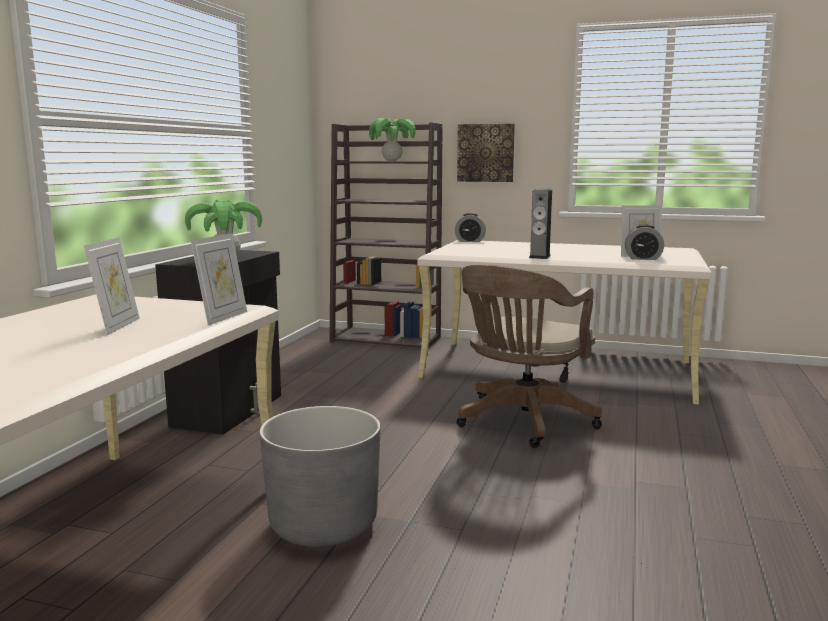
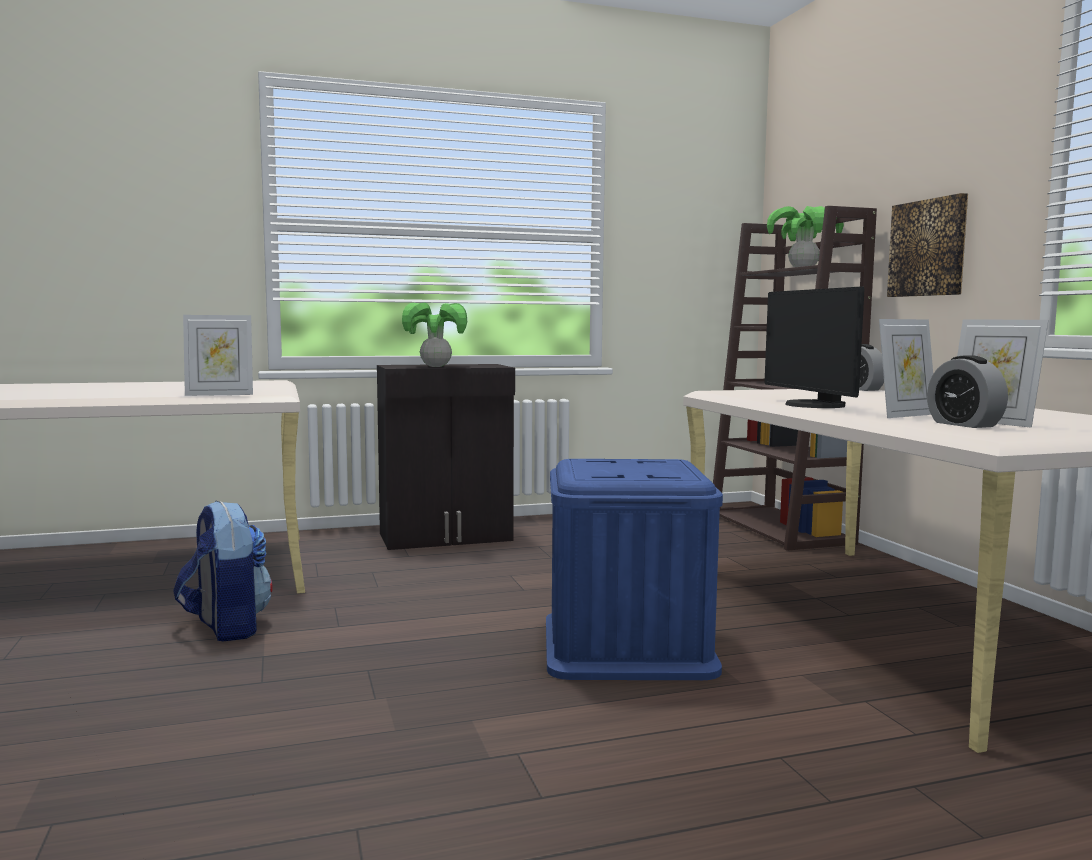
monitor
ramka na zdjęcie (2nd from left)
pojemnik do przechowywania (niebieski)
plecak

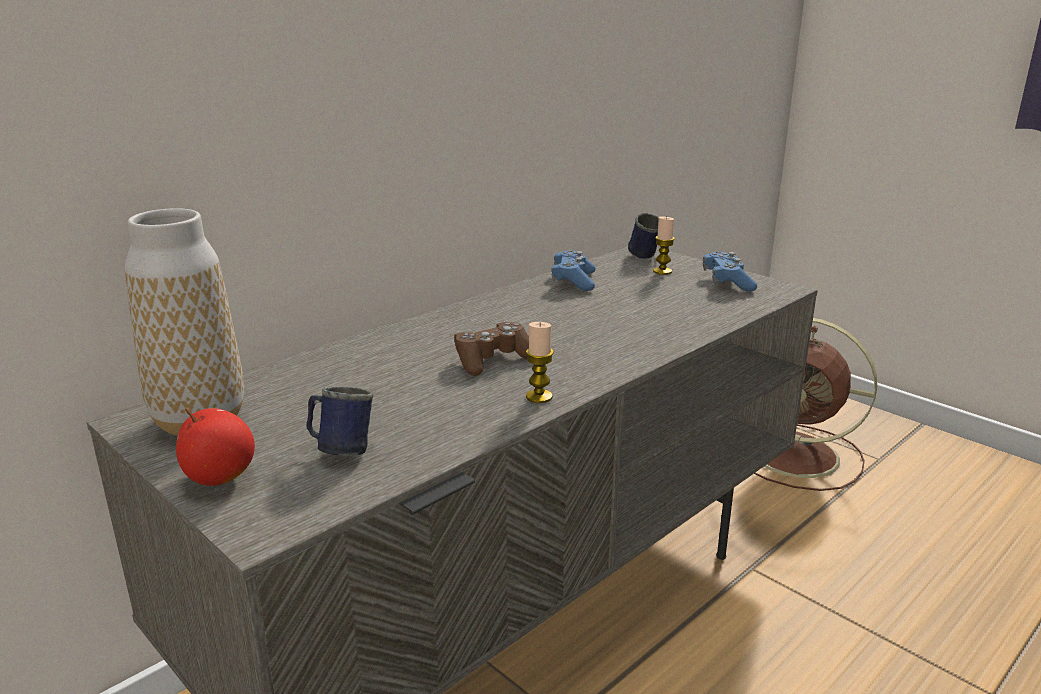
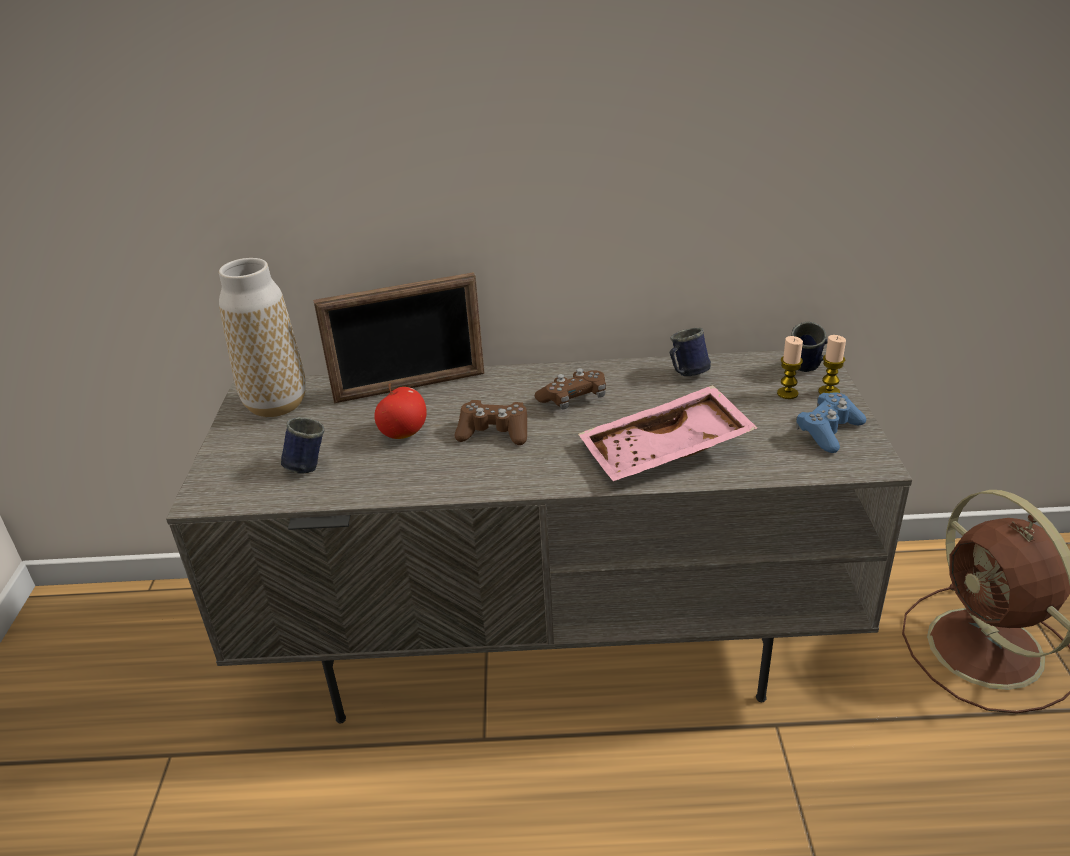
kubek (niebieski) (2nd from left)
świeca (2nd from left)
jabłko
ramka na zdjęcie
pad do gier (brązowy) (2nd from left)
taca (różowy)

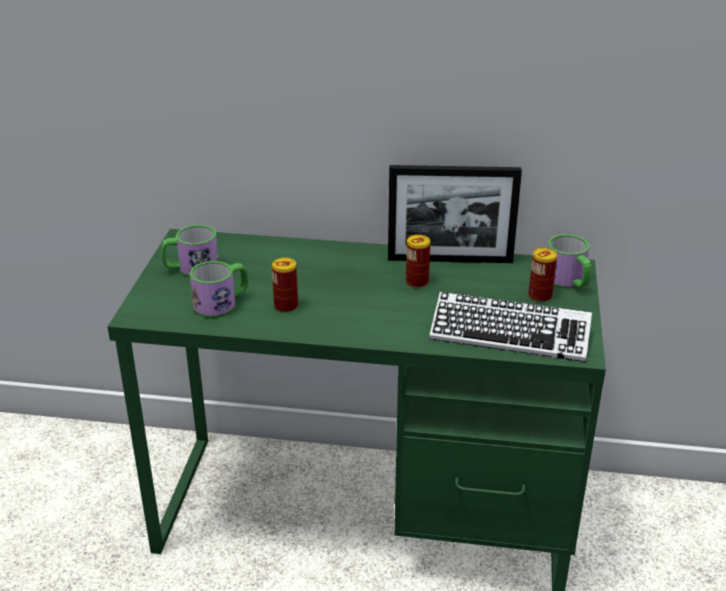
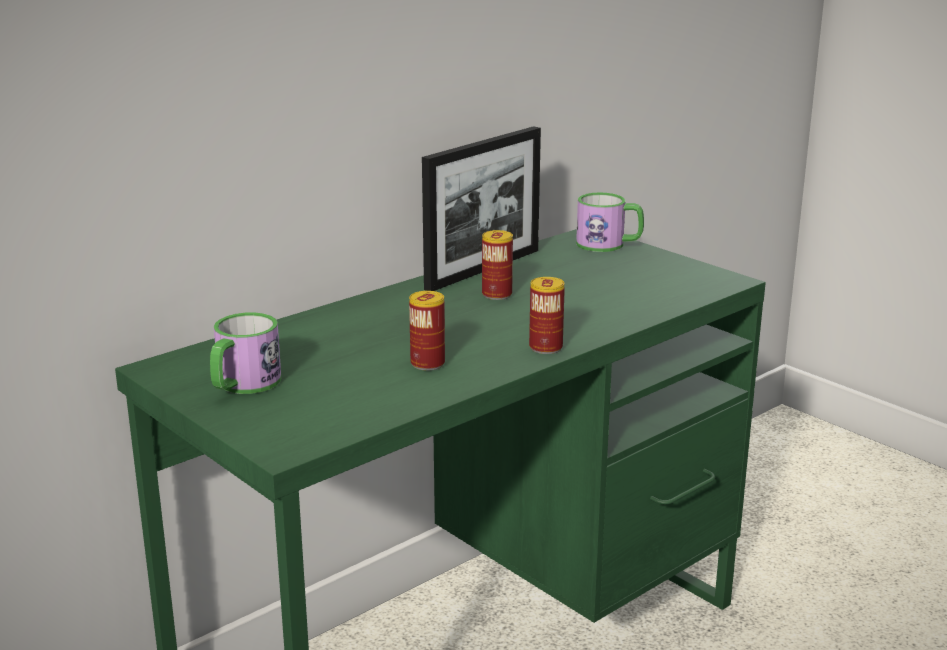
puszka (3rd from left)
kubek (2nd from left in the first image)
klawiatura

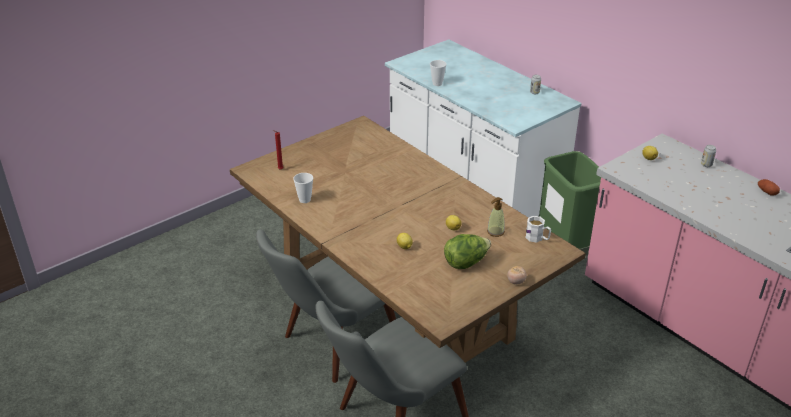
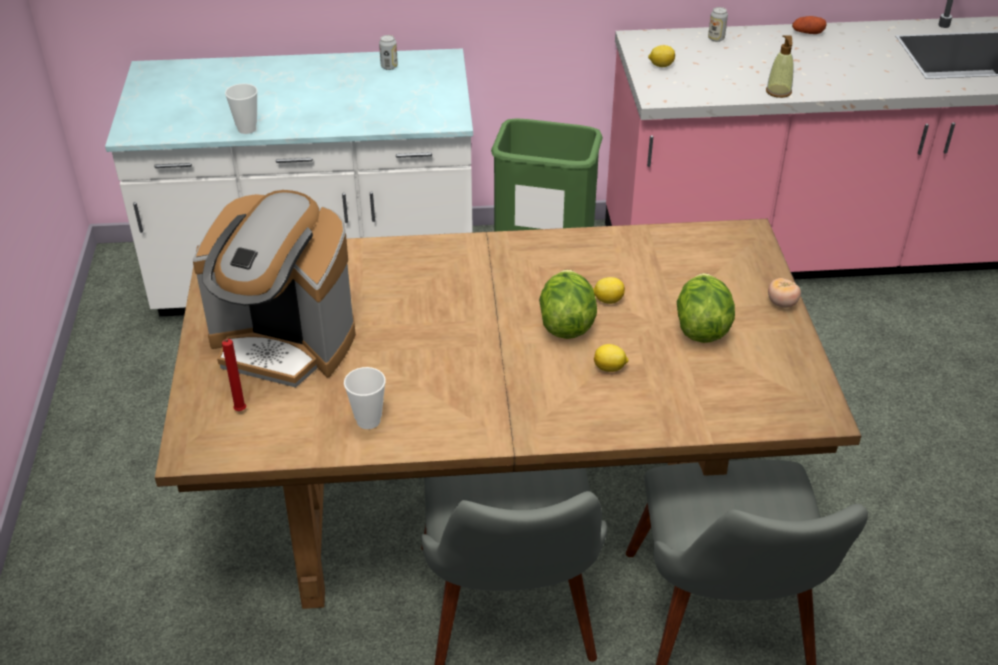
dozownik mydła
kubek (biały)
ekspres do kawy
sałata (1st from left)

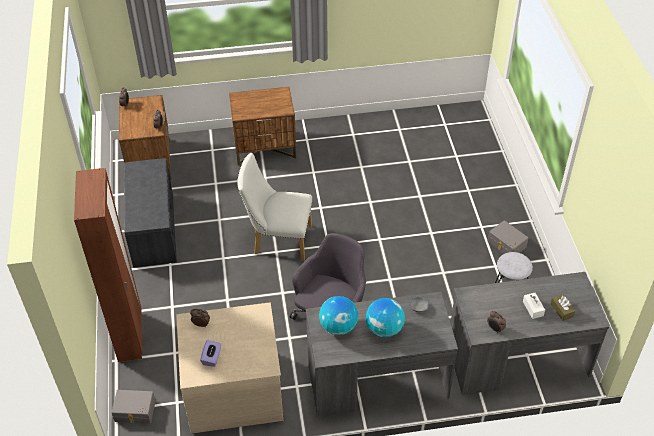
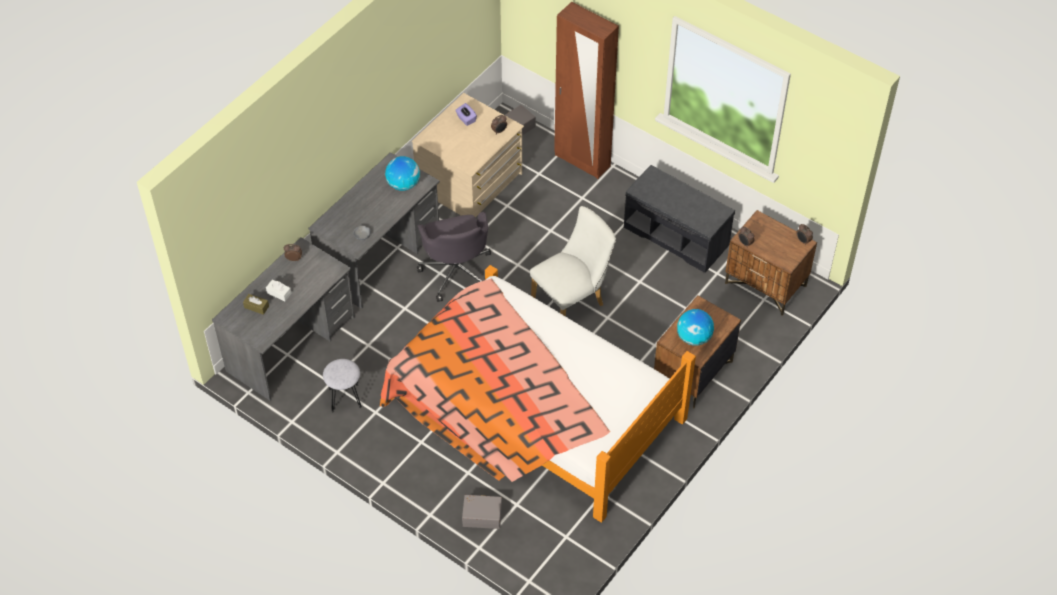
pojemnik do przechowywania (szary) (1st from left)
globus (2nd from left)
łóżko

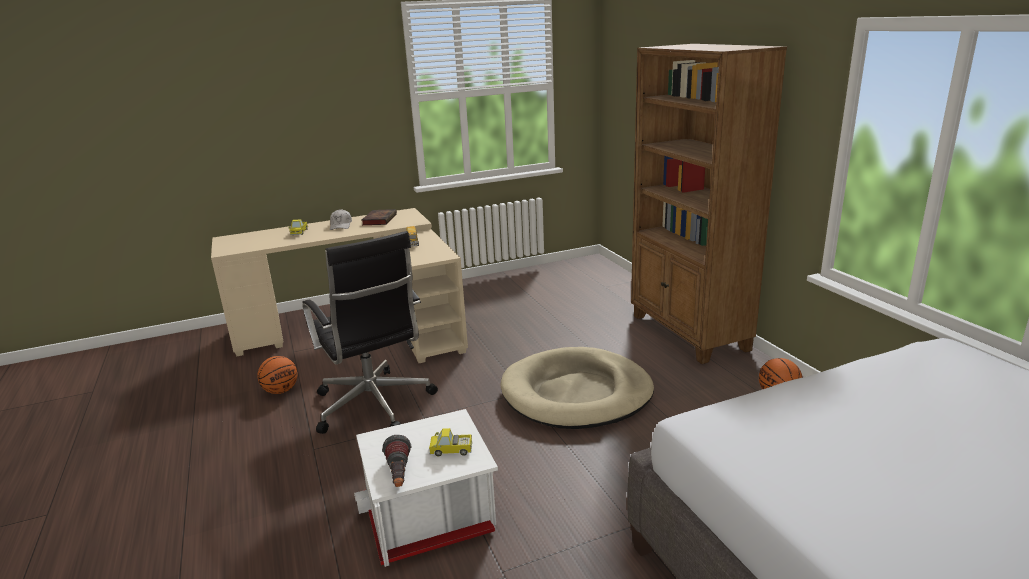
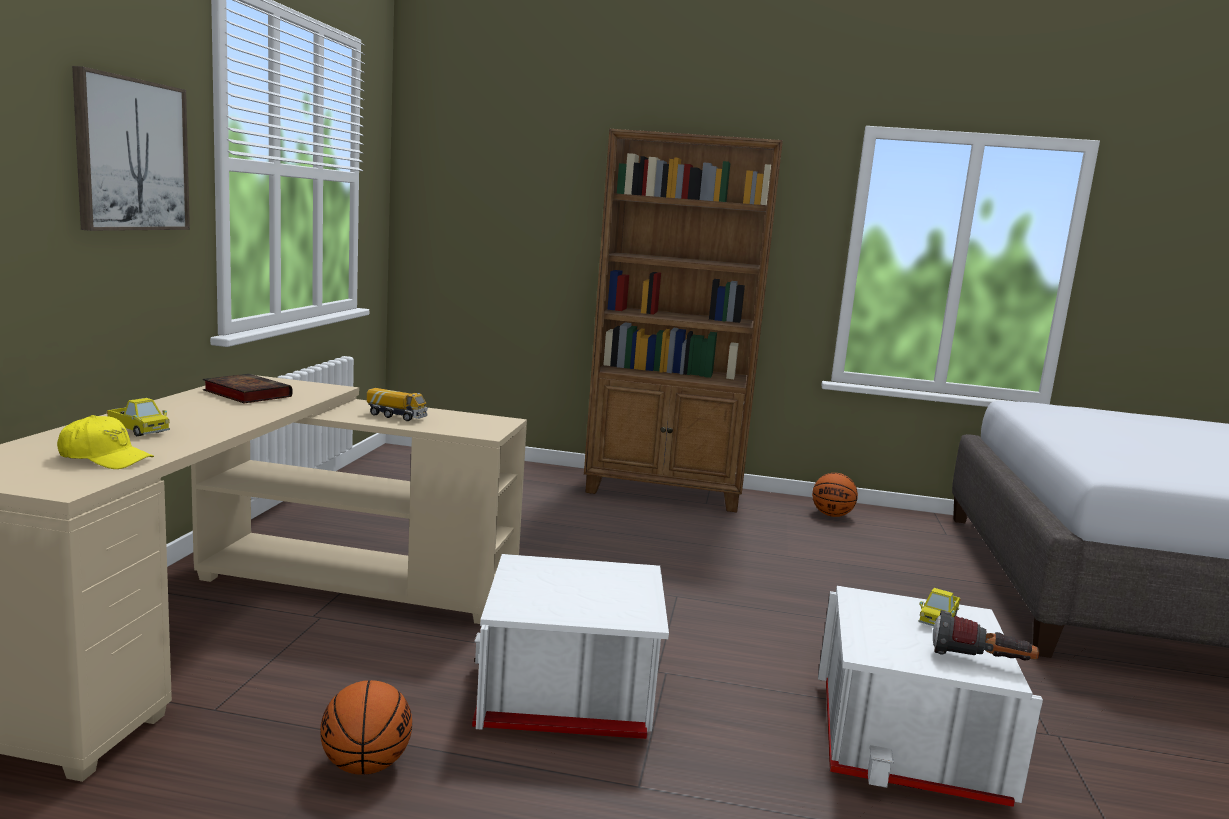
czapka z daszkiem (biały)
pojemnik do przechowywania (biały) (1st from left)
legowisko (beżowy)
obraz
czapka z daszkiem (żółty)

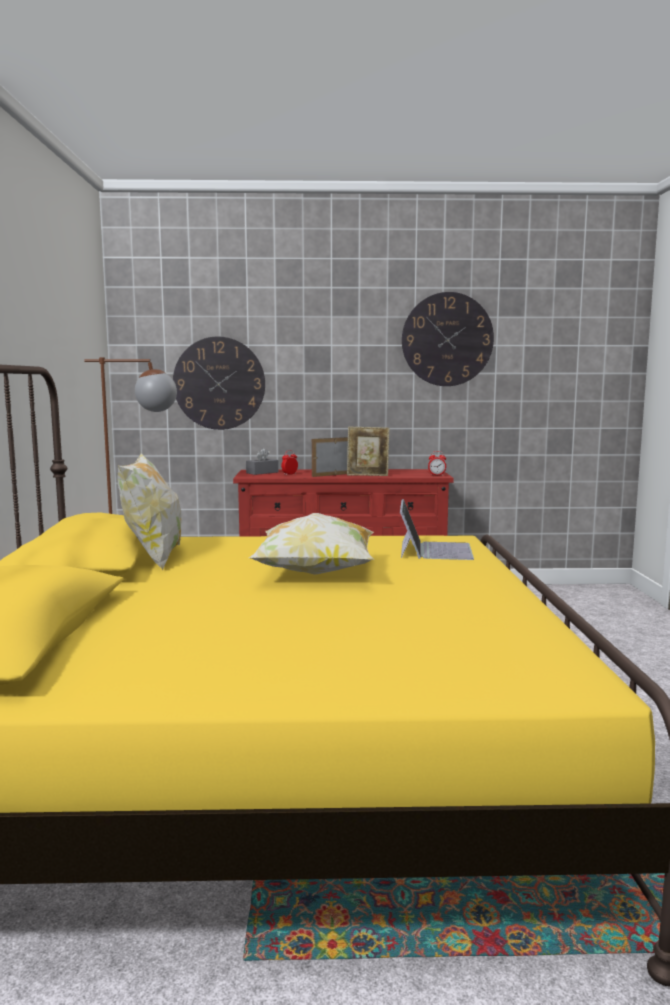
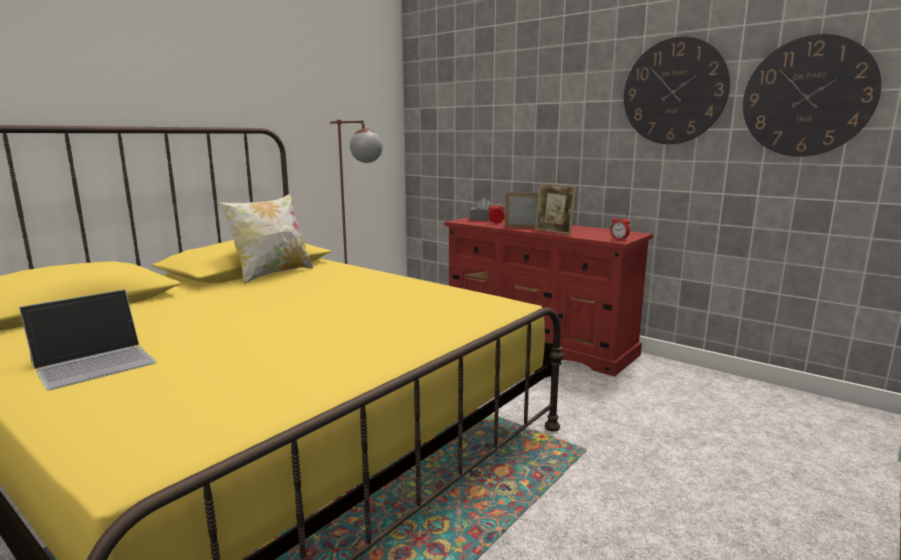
zegar ścienny (2nd from left)
laptop
poduszka (2nd from left in the first image)

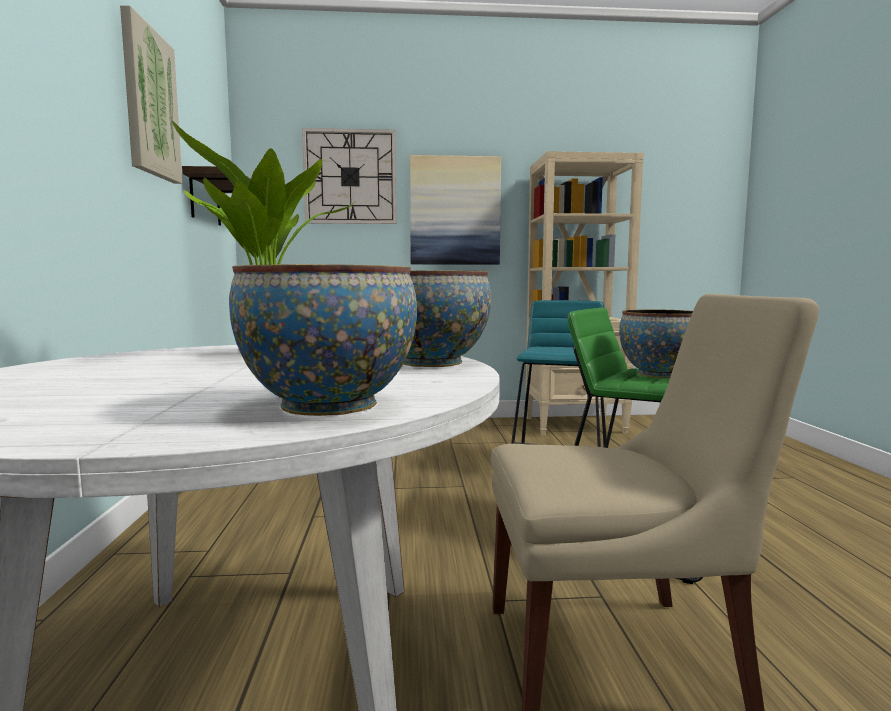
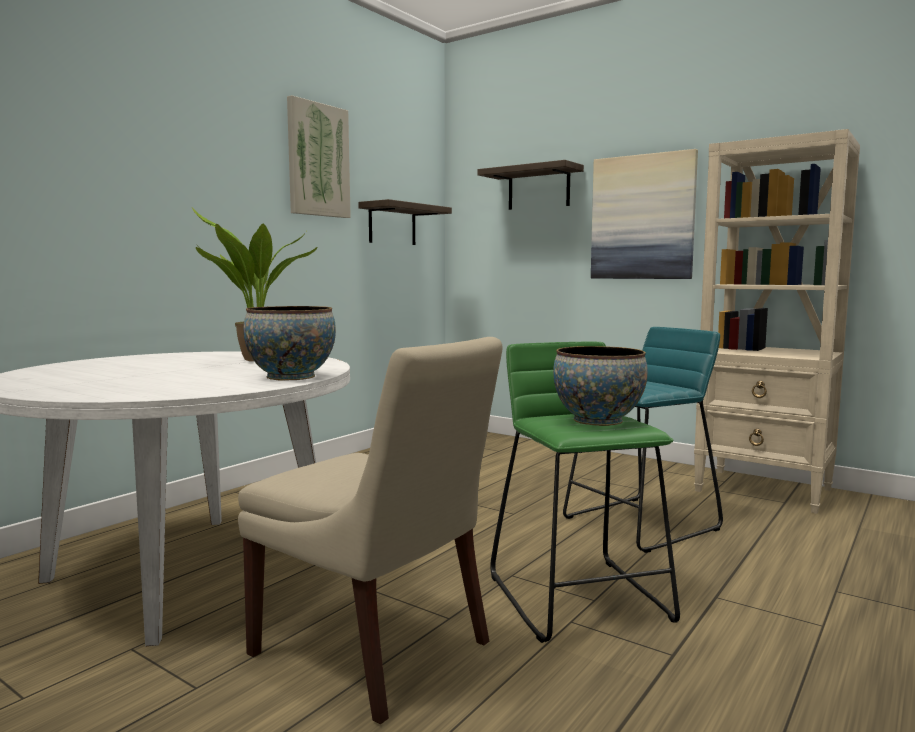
półka (2nd from left)
miska (1st from left in the first image)

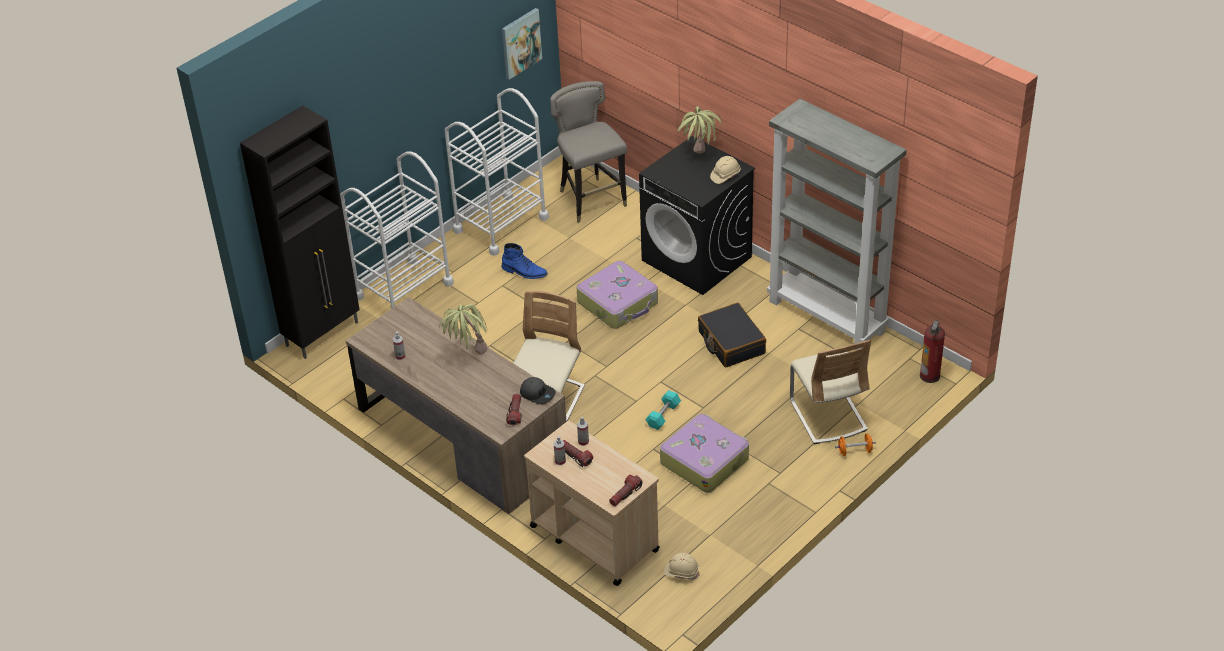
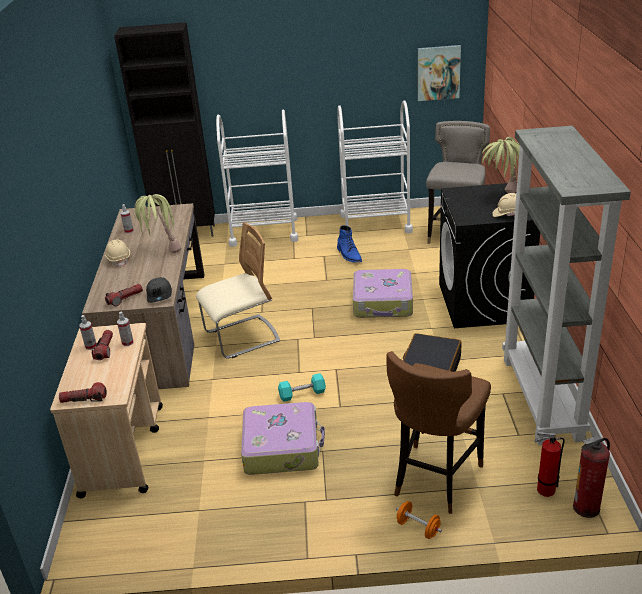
stołek (brązowy)
kask (beżowy) (1st from left)
gaśnica (1st from left)

